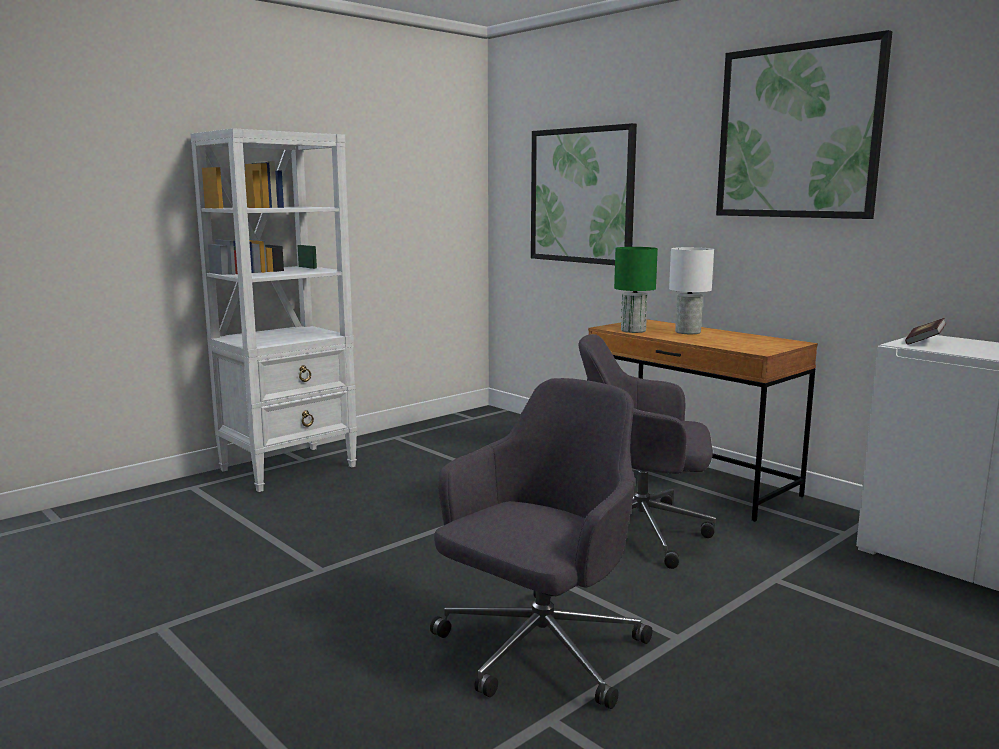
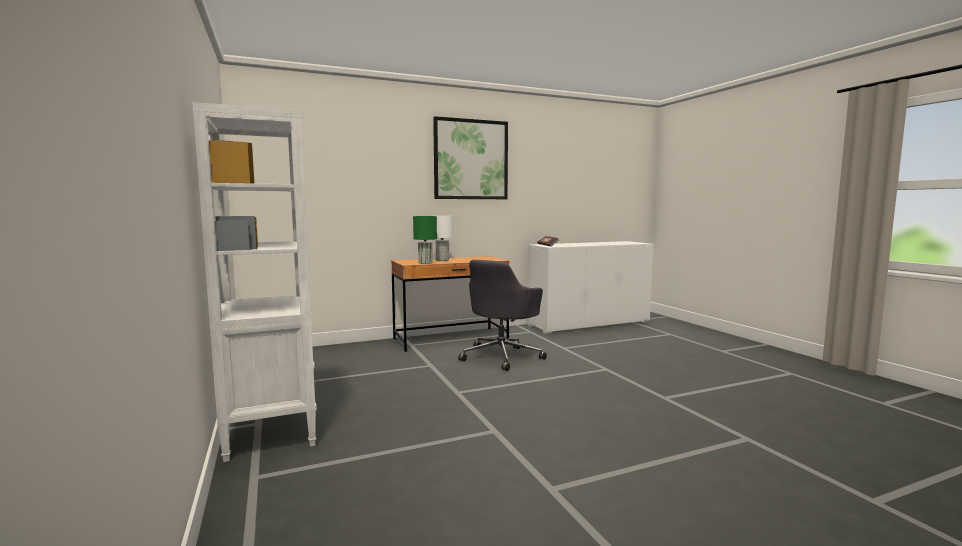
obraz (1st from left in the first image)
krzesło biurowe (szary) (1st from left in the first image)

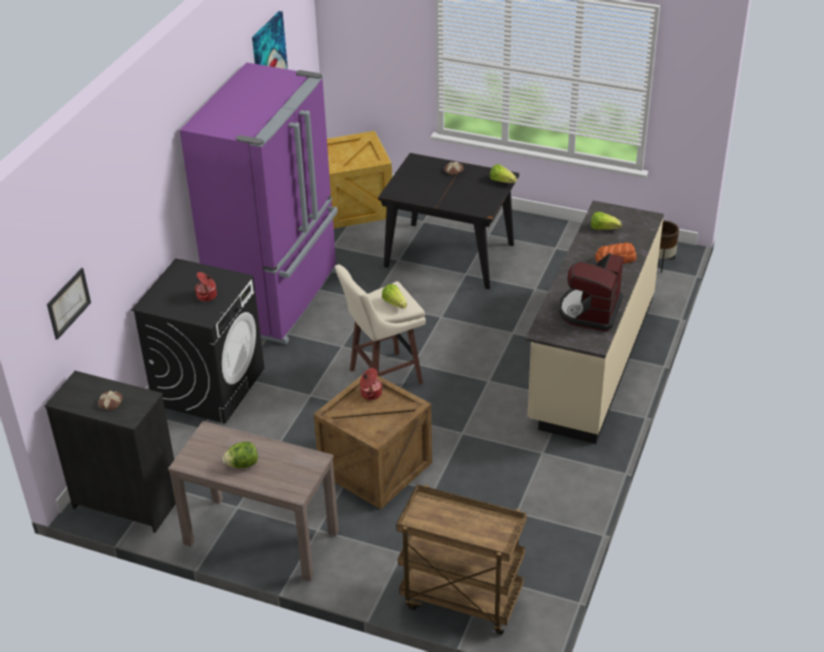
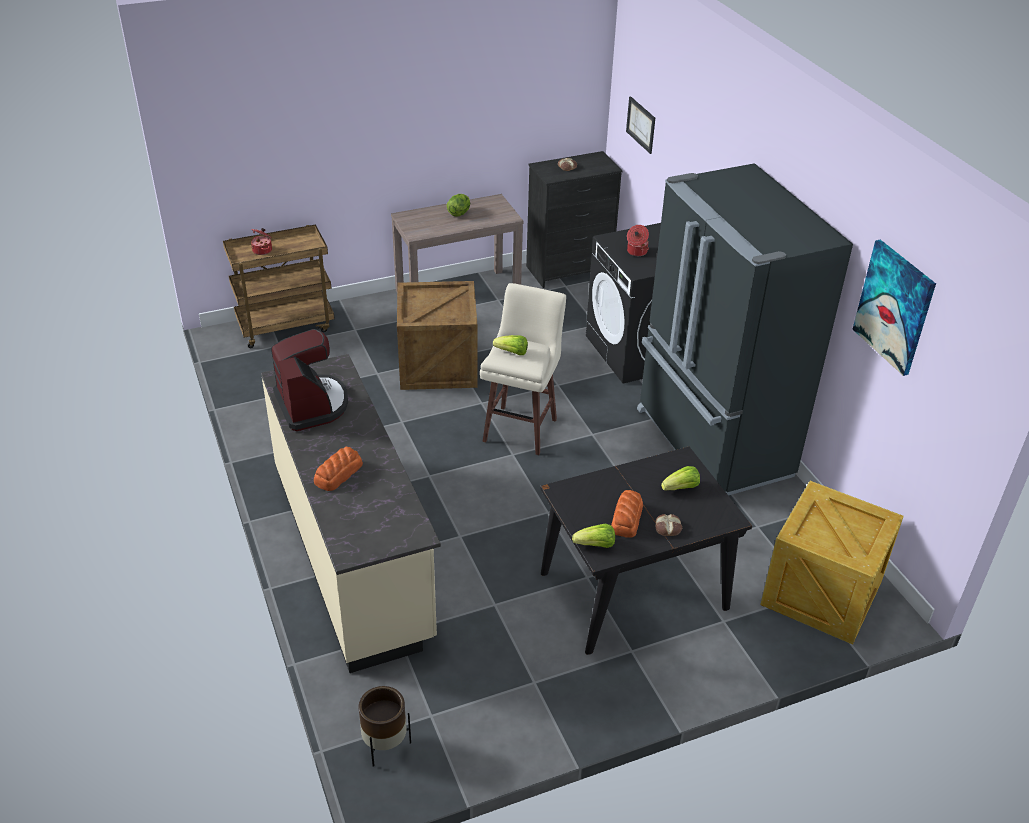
lodówka (czarny)
sałata (4th from left)
garnek (1st from left)
chleb (3rd from left)

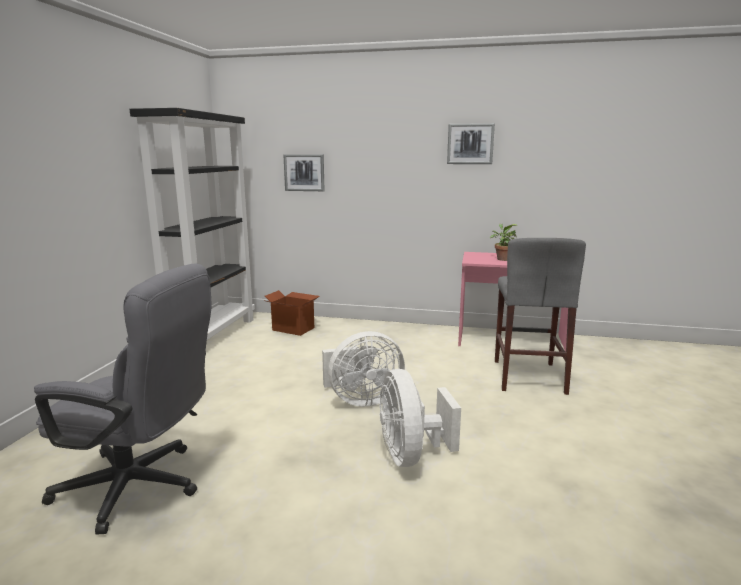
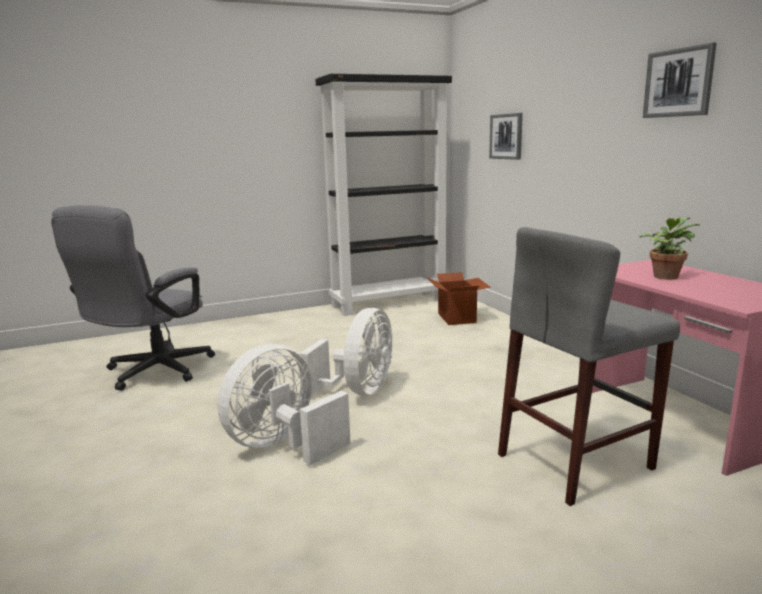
krzesło biurowe (szary)
wentylator (biały) (2nd from left)

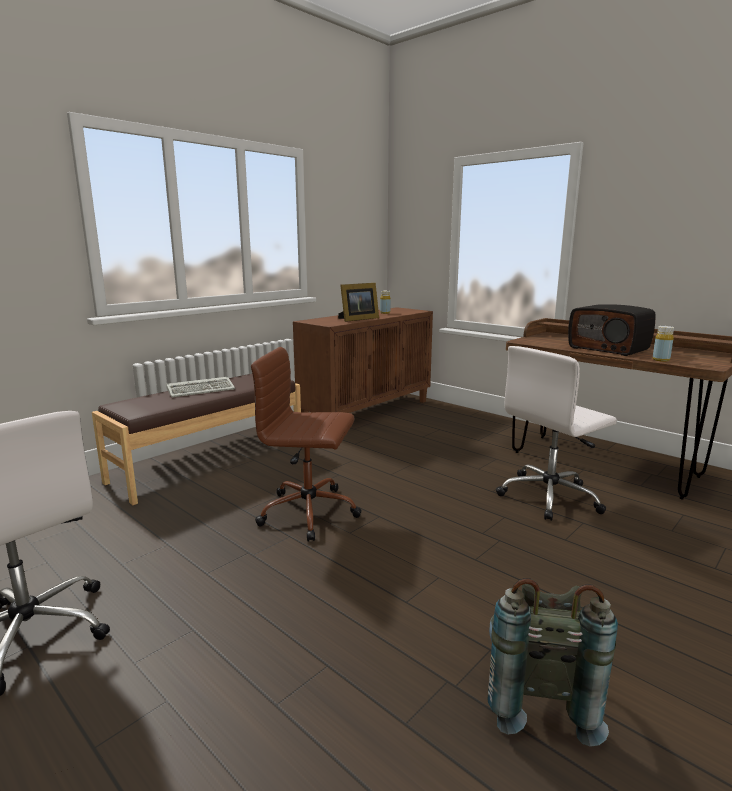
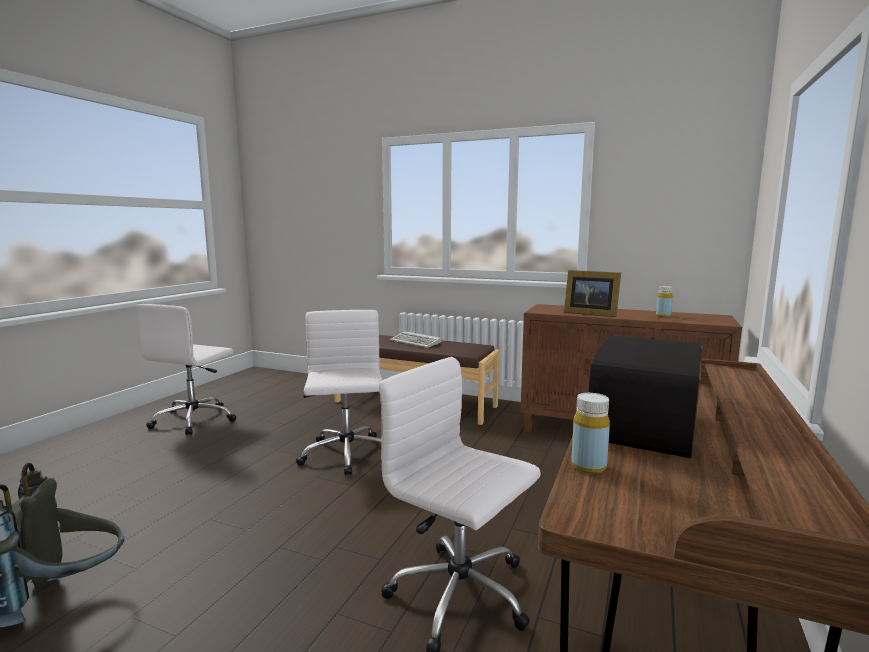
krzesło biurowe (biały) (2nd from left)

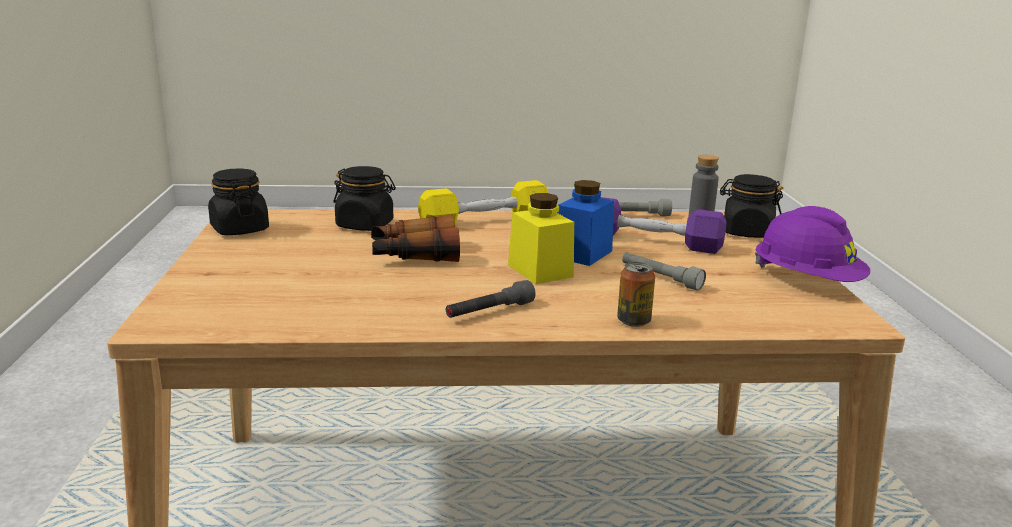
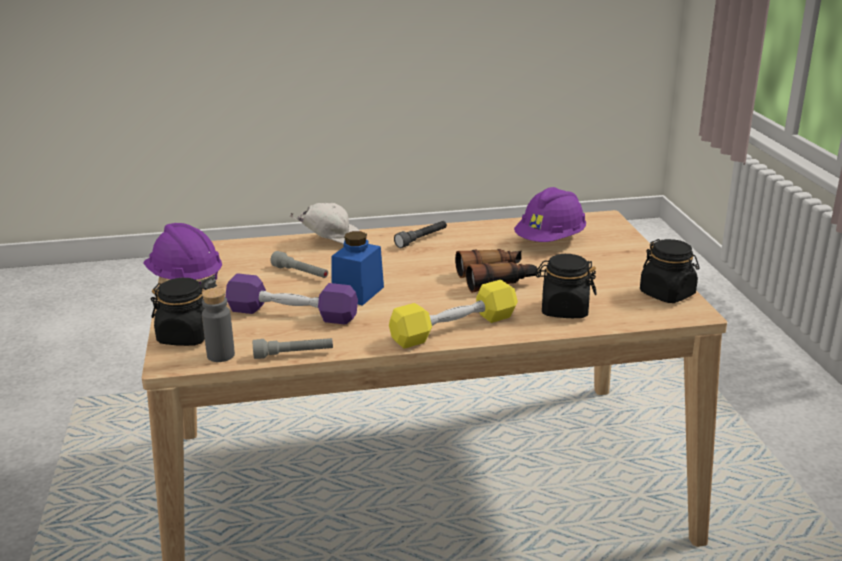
słoik (żółty)
czapka z daszkiem (biały)
kask (fioletowy) (2nd from left)

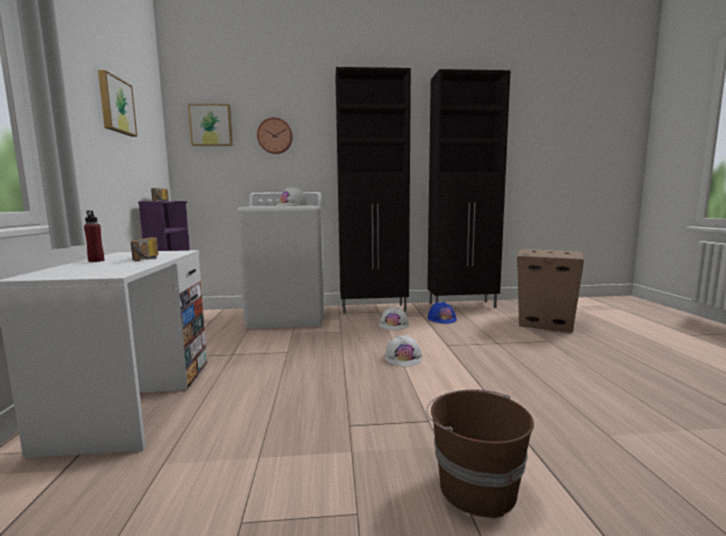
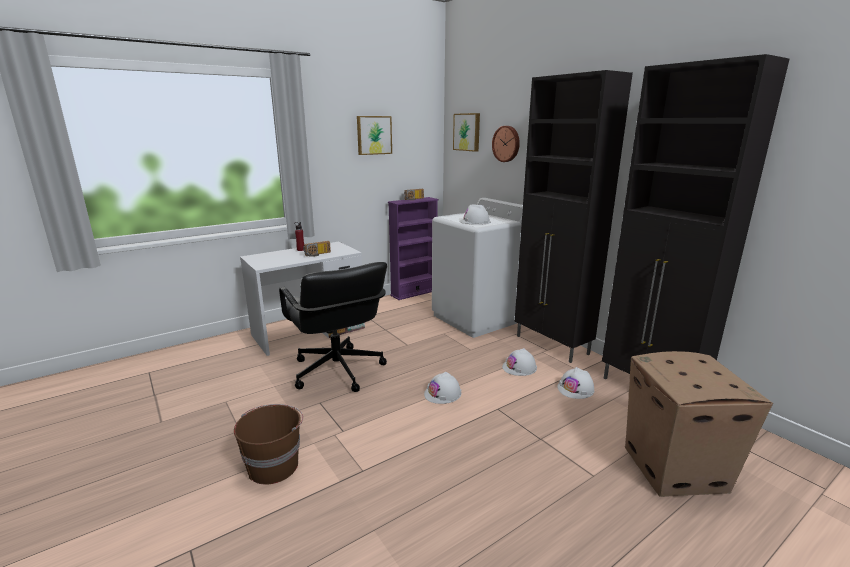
kask (biały) (4th from left)
krzesło biurowe (czarny)

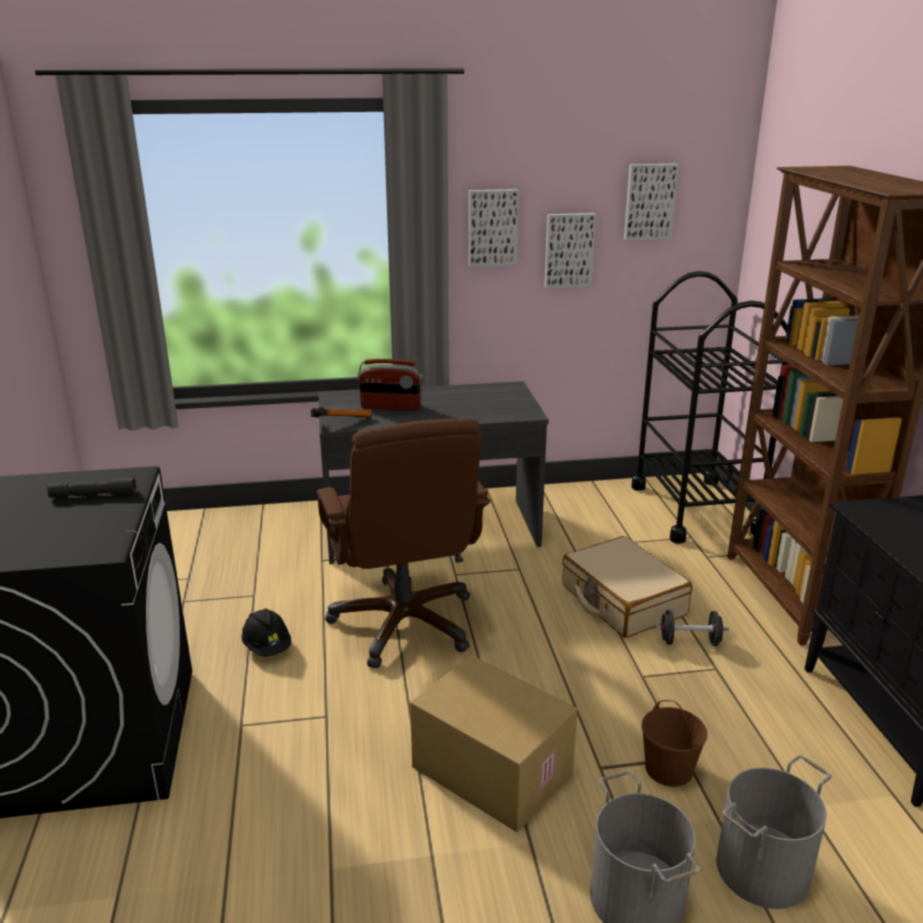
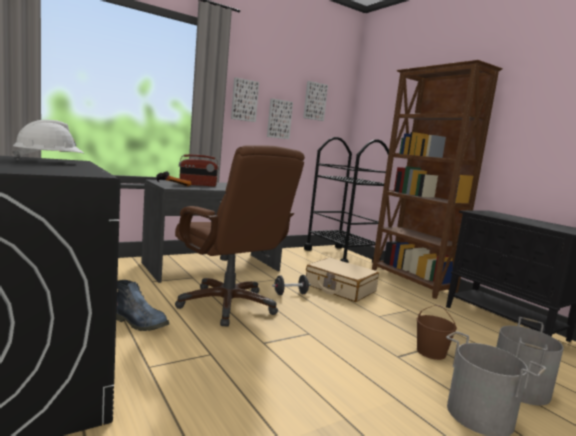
kask (biały)
but z cholewką
hantel (czarny)
karton

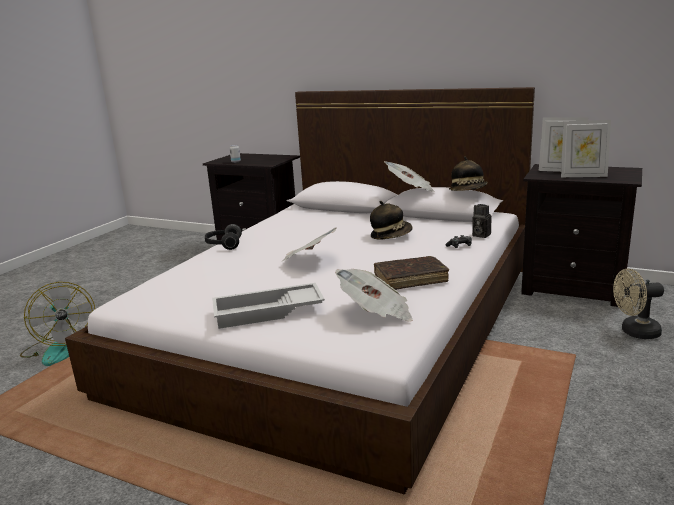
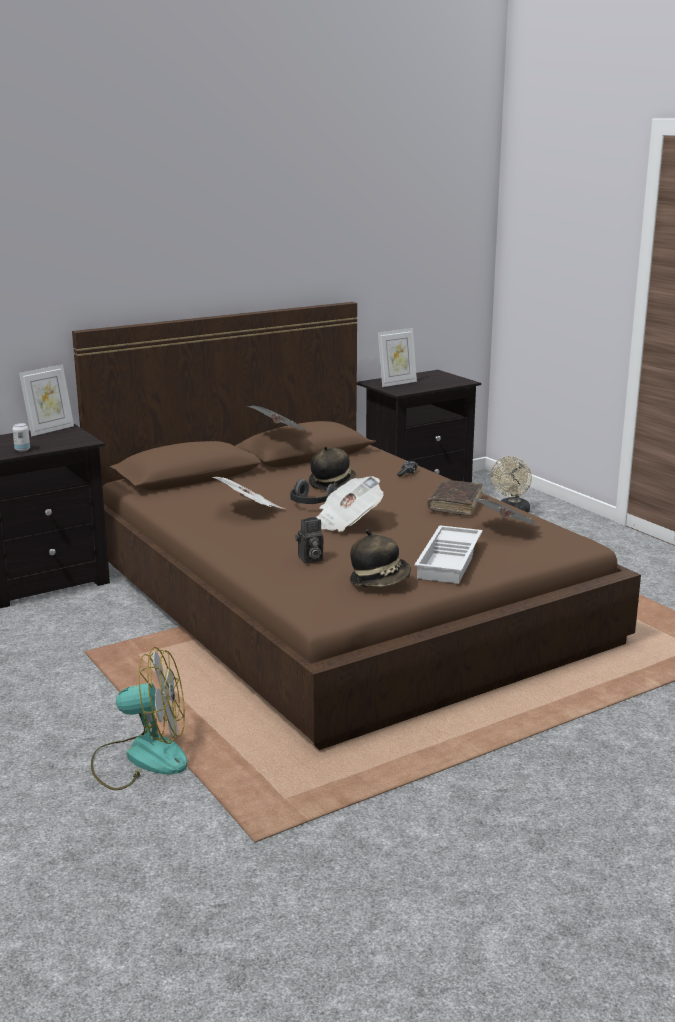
łóżko (brązowy)
ramka na zdjęcie (1st from left)
kapelusz (2nd from left)
aparat fotograficzny
słuchawki
gazeta (1st from left)

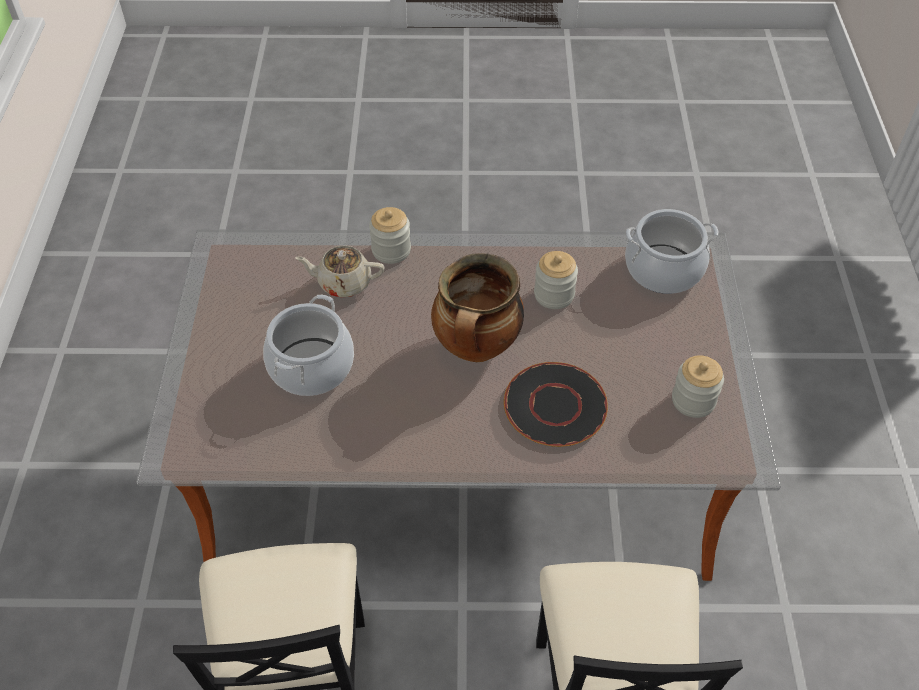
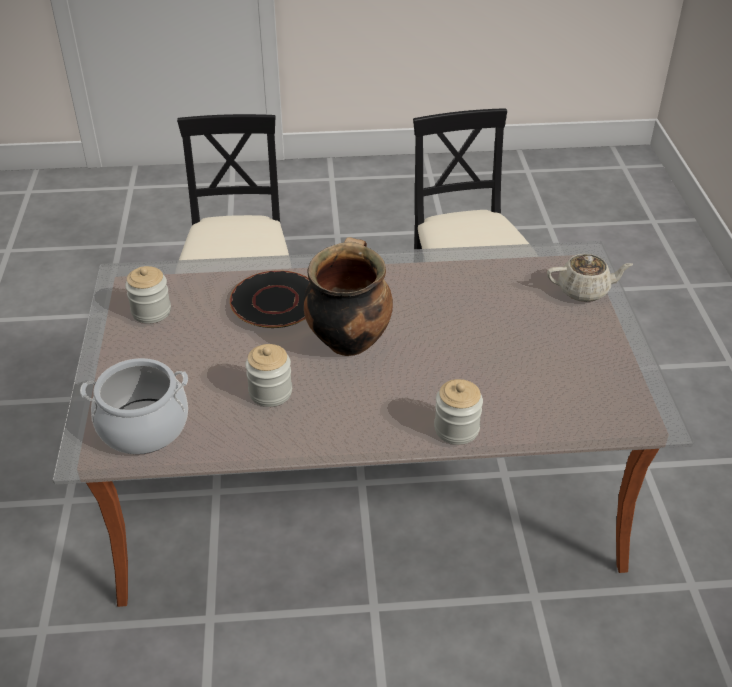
imbryk (beżowy)
garnek (1st from left in the first image)

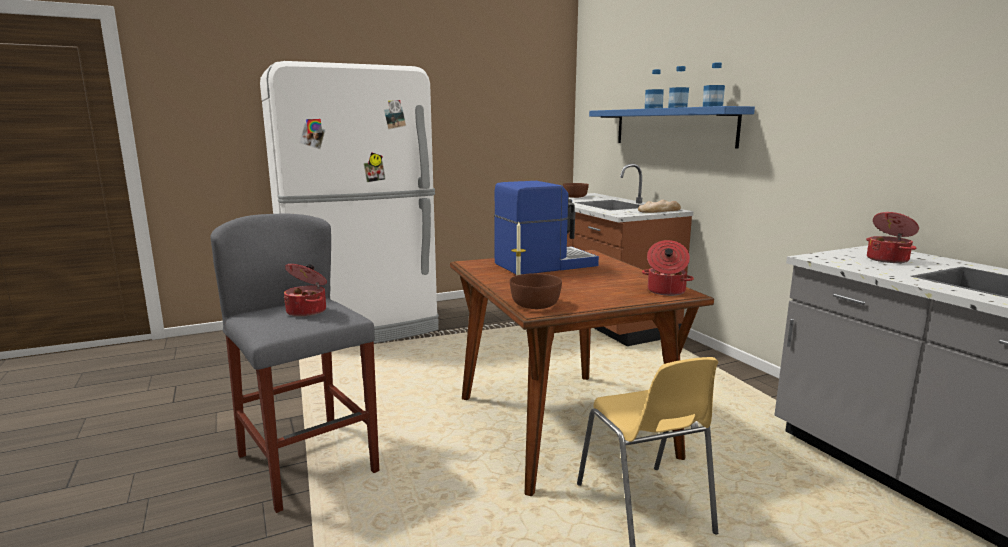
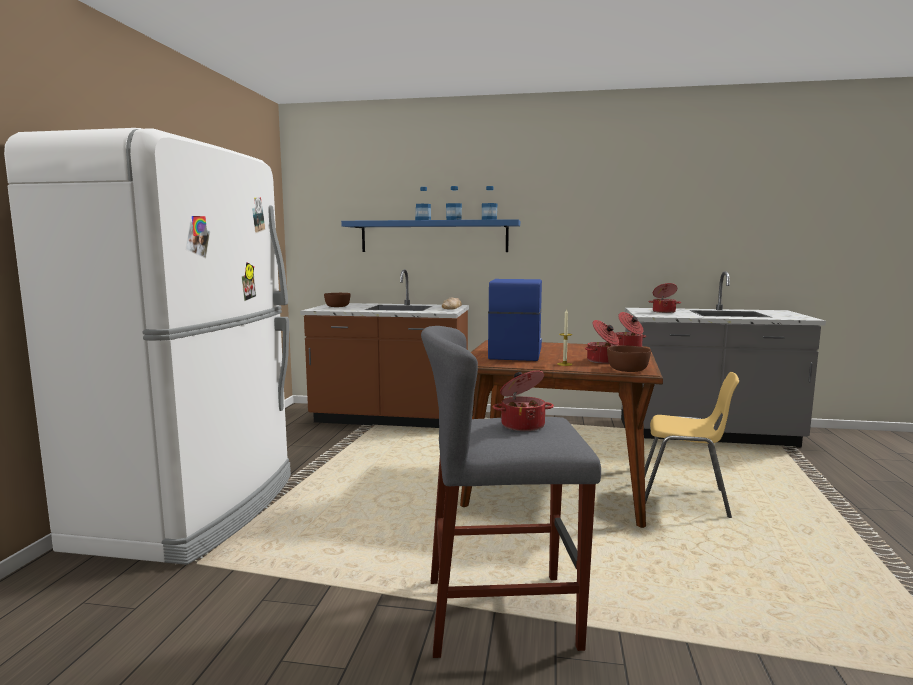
garnek (2nd from left)

